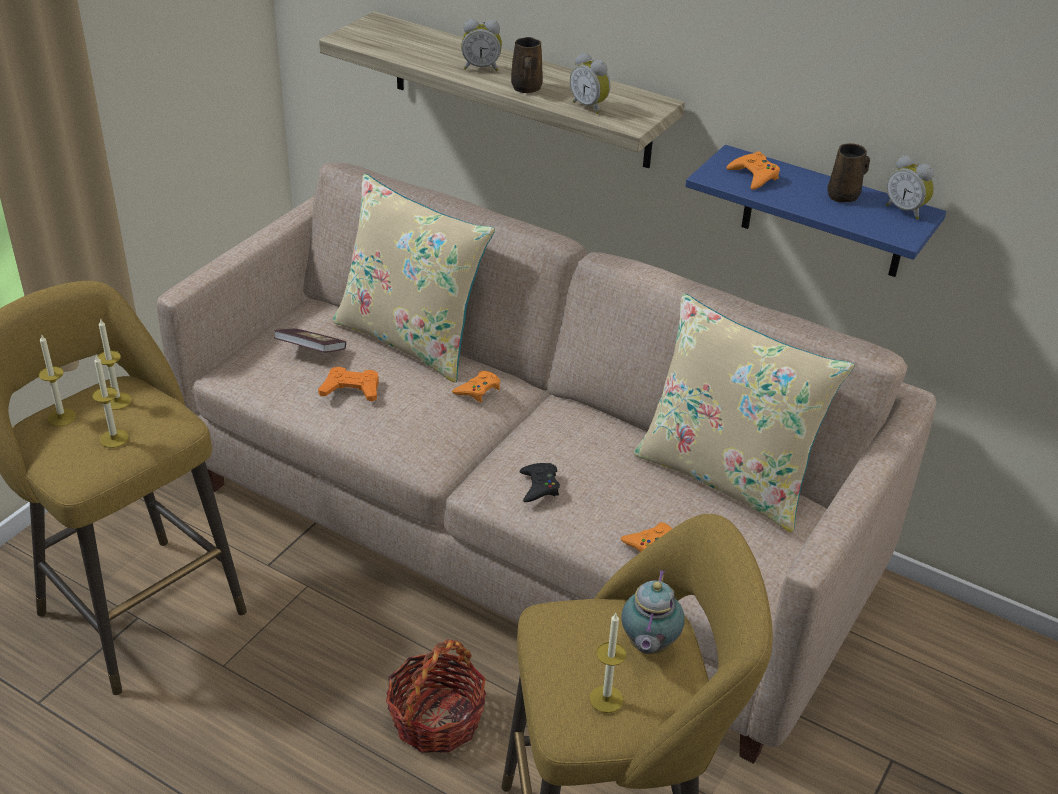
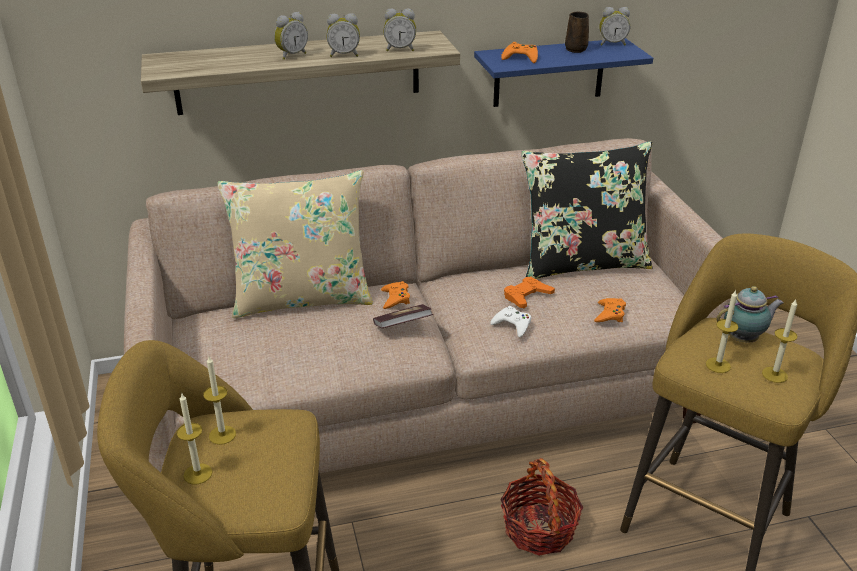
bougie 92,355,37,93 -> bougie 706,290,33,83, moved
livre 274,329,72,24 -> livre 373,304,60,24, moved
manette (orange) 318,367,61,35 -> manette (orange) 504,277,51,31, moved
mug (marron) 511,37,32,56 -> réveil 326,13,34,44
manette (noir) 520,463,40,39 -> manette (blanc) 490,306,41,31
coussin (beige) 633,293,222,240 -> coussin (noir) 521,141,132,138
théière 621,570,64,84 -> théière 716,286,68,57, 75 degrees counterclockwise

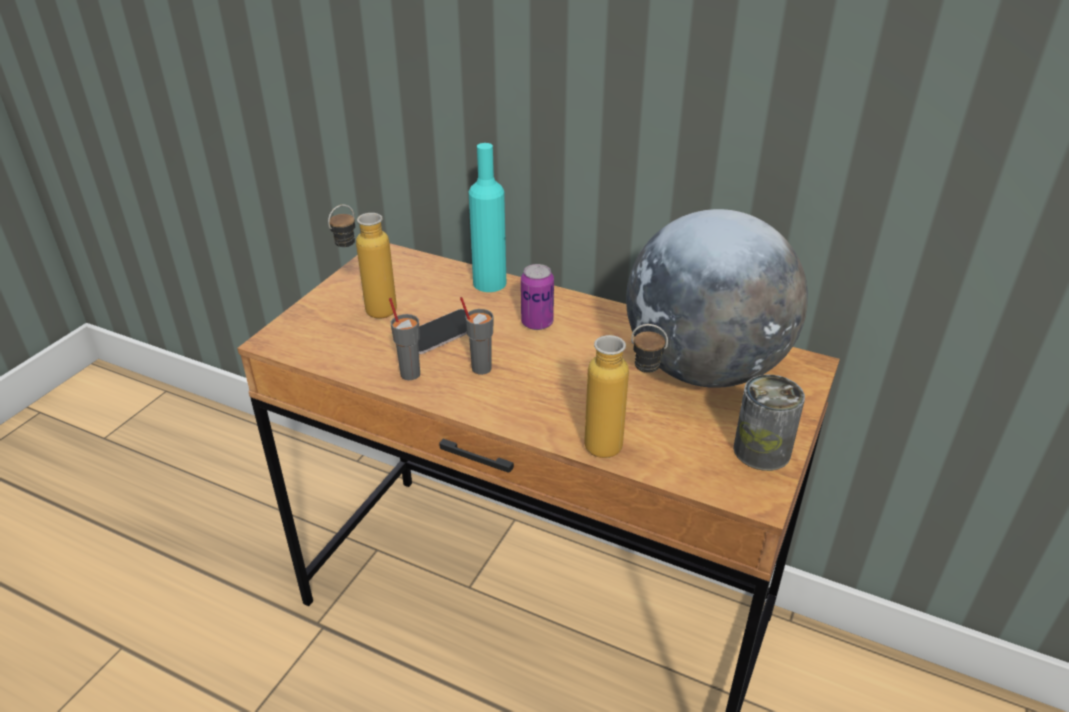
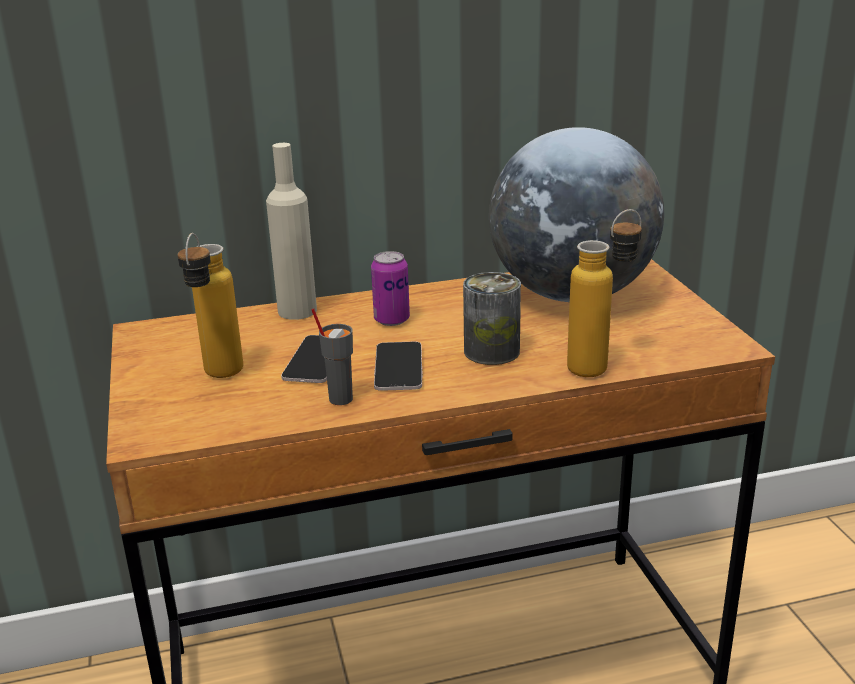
boîte métallique 733,375,72,96 -> boîte métallique 463,272,58,93, moved
tasse (gris) 460,297,34,78 -> téléphone 374,341,49,50
bouteille (turquoise) 469,143,37,149 -> bouteille (beige) 266,143,51,177

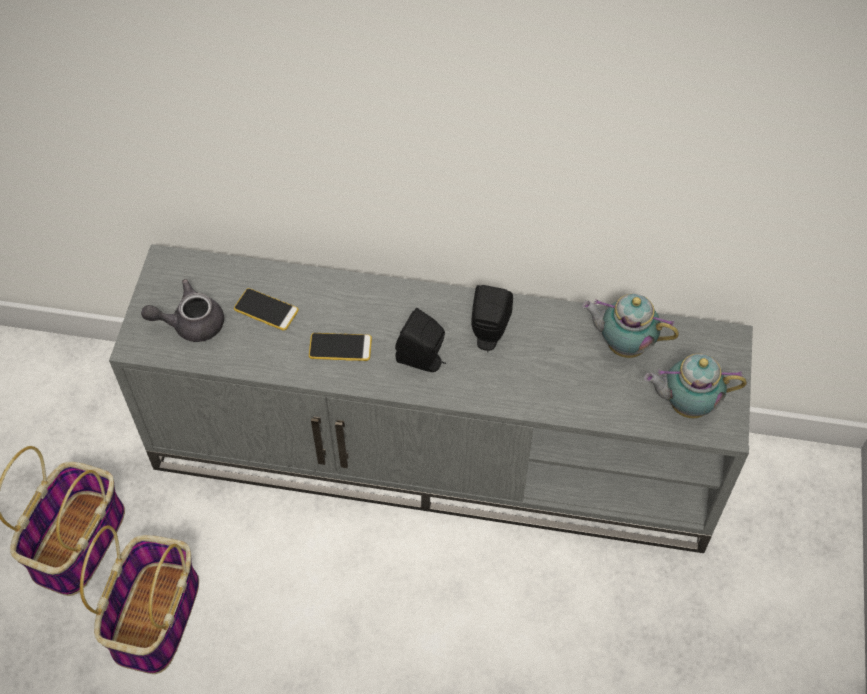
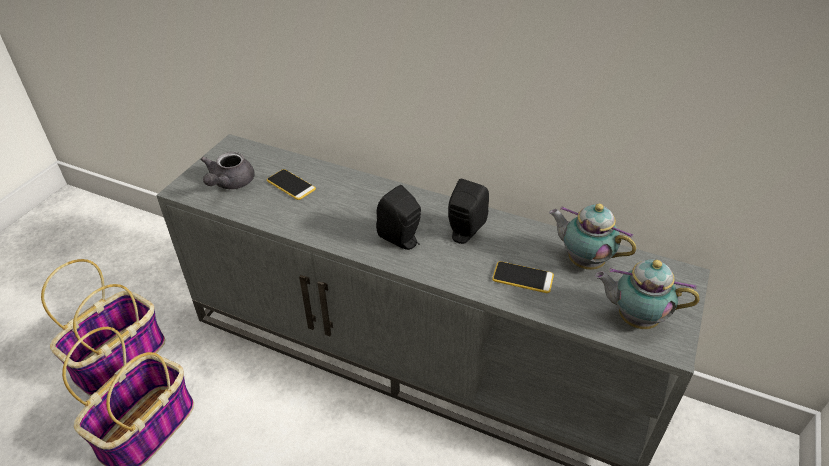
téléphone 309,333,63,28 -> téléphone 492,261,62,32, moved
théière (gris) 141,279,83,63 -> théière (gris) 201,152,54,37, 75 degrees counterclockwise

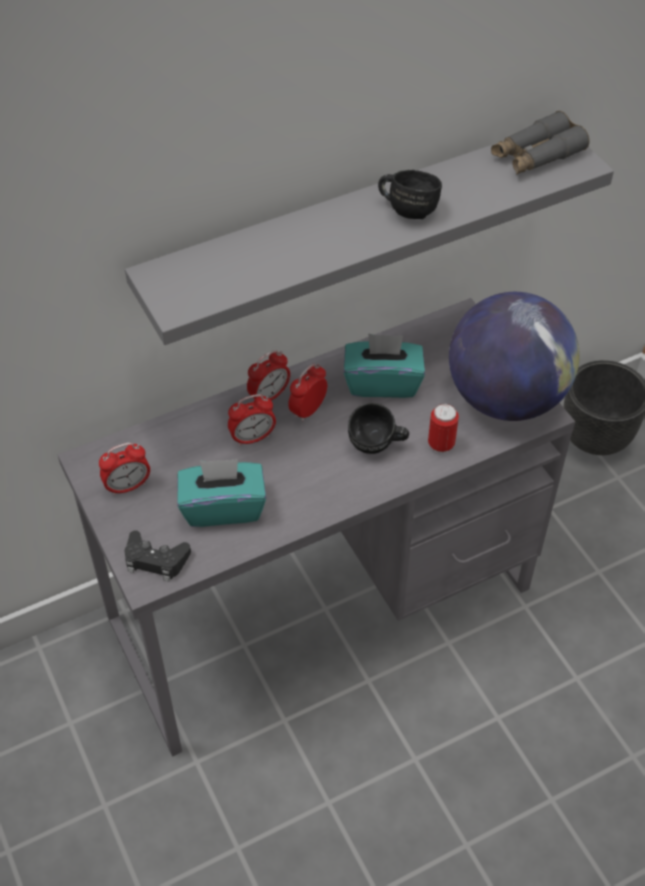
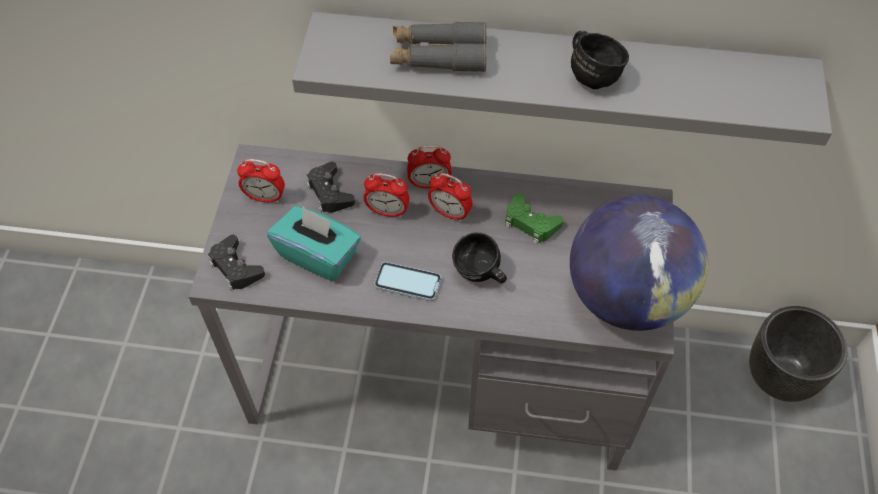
boîte métallique 428,404,31,49 -> none
none -> manette (noir) 306,162,49,51
none -> téléphone 374,262,67,39
jumelles (gris) 491,111,98,64 -> jumelles (gris) 390,21,97,51, moved
boîte à mouchoirs (turquoise) 344,333,81,65 -> manette (vert) 505,193,59,51
réveil 288,364,39,58 -> réveil 428,173,44,49, 135 degrees counterclockwise

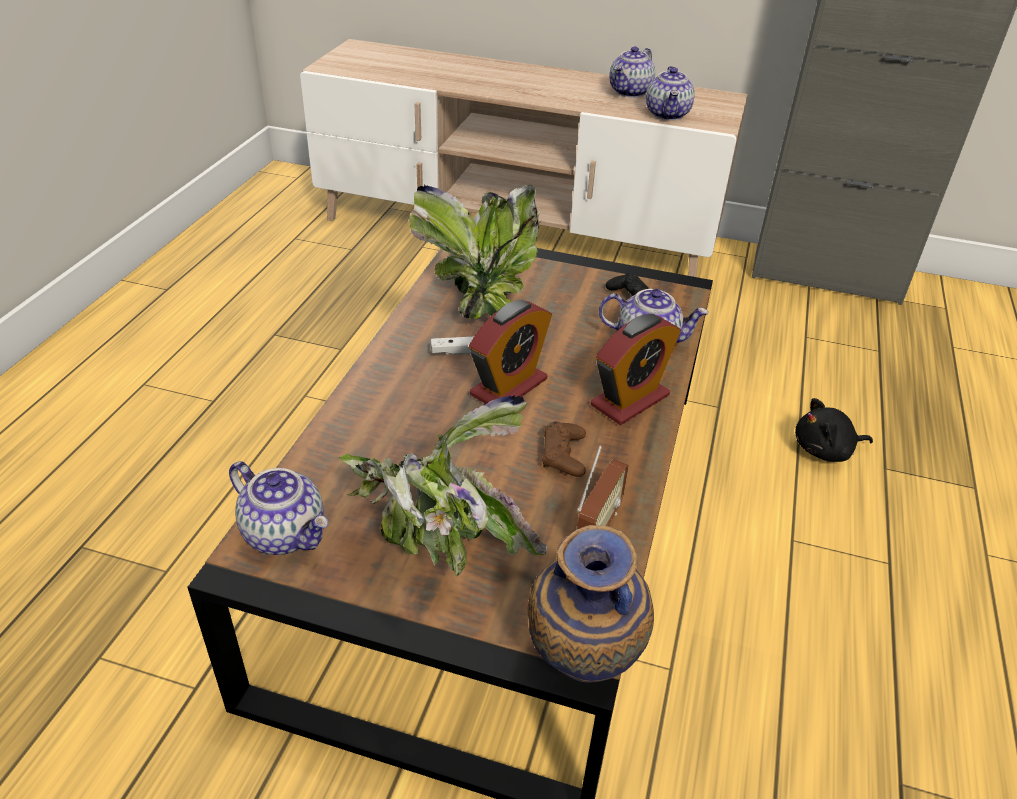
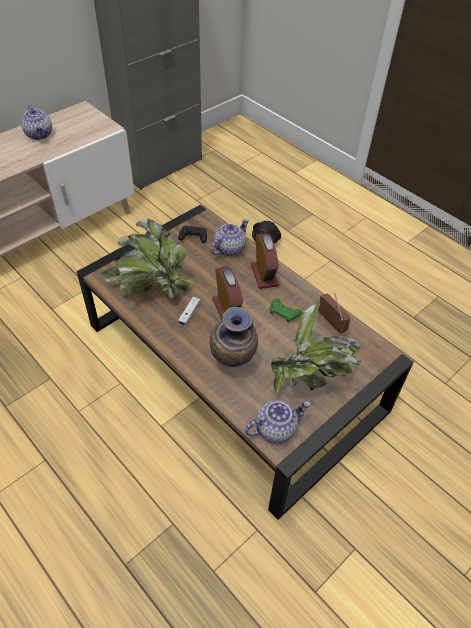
théière 646,66,49,54 -> none
vase 528,525,126,157 -> vase 210,307,48,60, moved
manette (marron) 542,421,44,56 -> manette (vert) 270,298,32,25

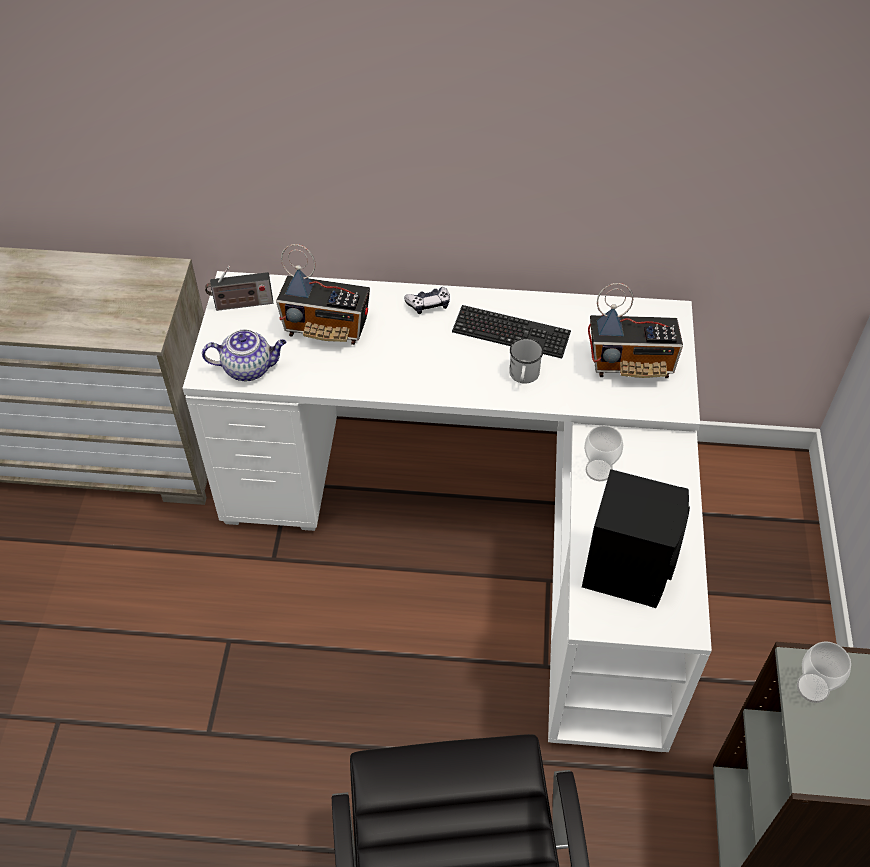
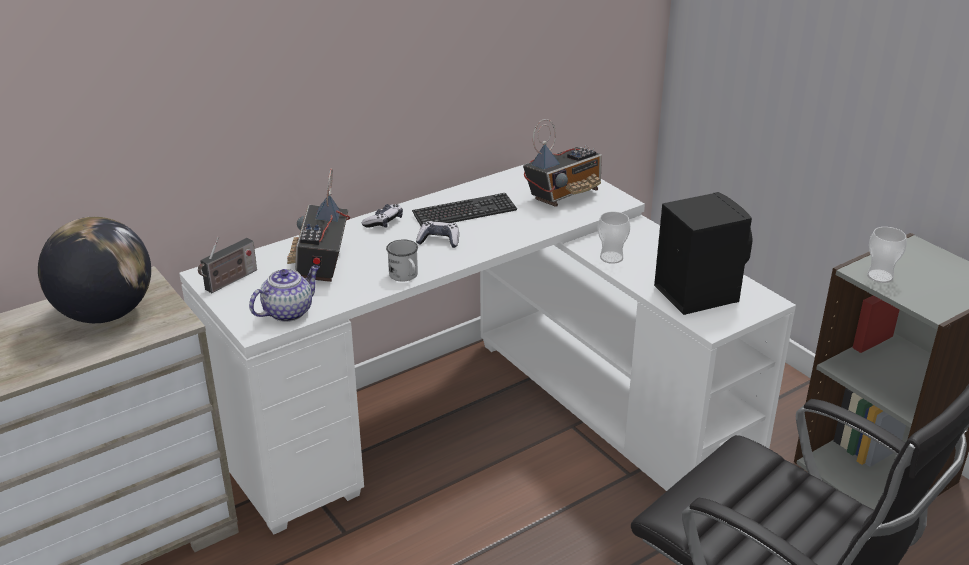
none -> globe 38,217,113,106
none -> manette 416,221,43,27
mug (blanc) 509,338,34,46 -> mug (blanc) 386,239,32,43, moved
radio 276,244,94,101 -> radio 287,168,63,114, 120 degrees clockwise

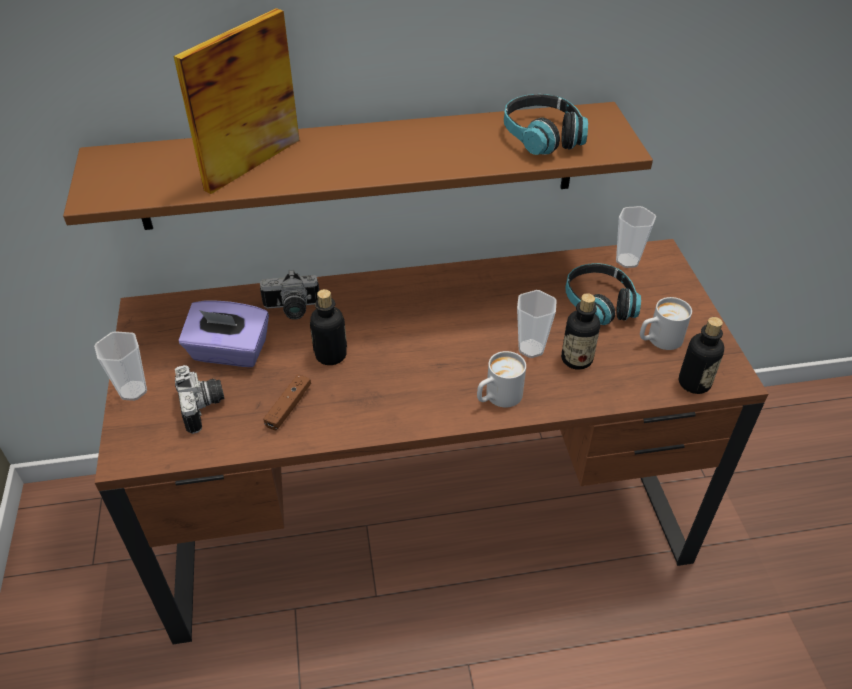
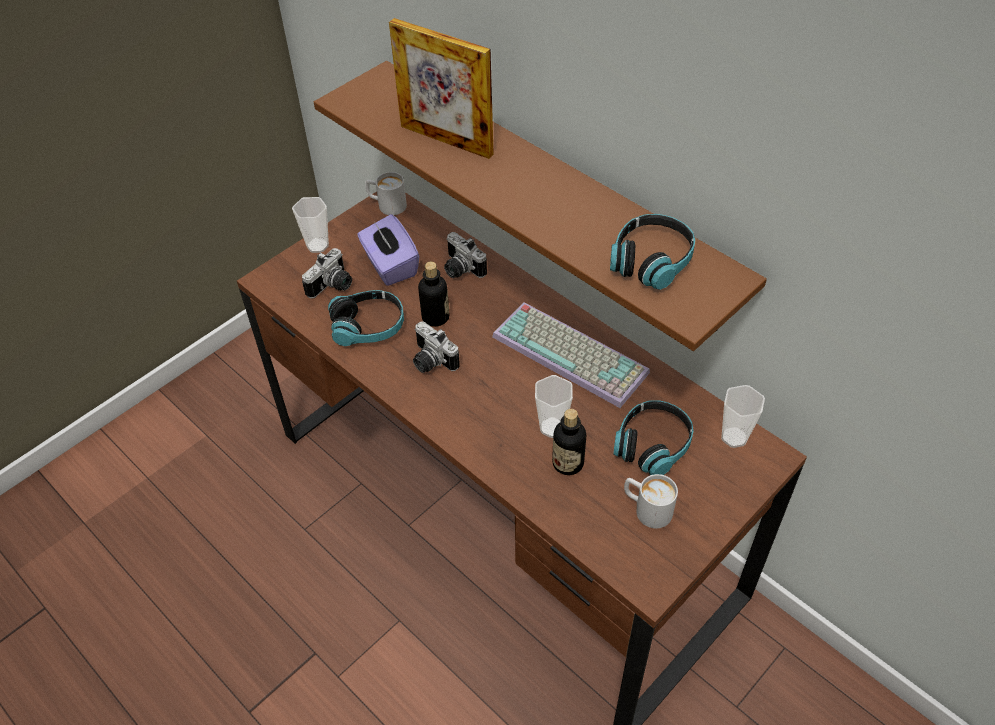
bouteille 679,317,46,77 -> none
none -> appareil photo 413,321,47,52
none -> clavier 492,302,158,106
mug (blanc) 477,351,49,57 -> mug (blanc) 365,172,42,43, moved
manette (marron) 263,374,48,56 -> casque audio 328,290,76,56
cadre photo 174,8,125,186 -> cadre photo 389,18,105,141, 150 degrees counterclockwise

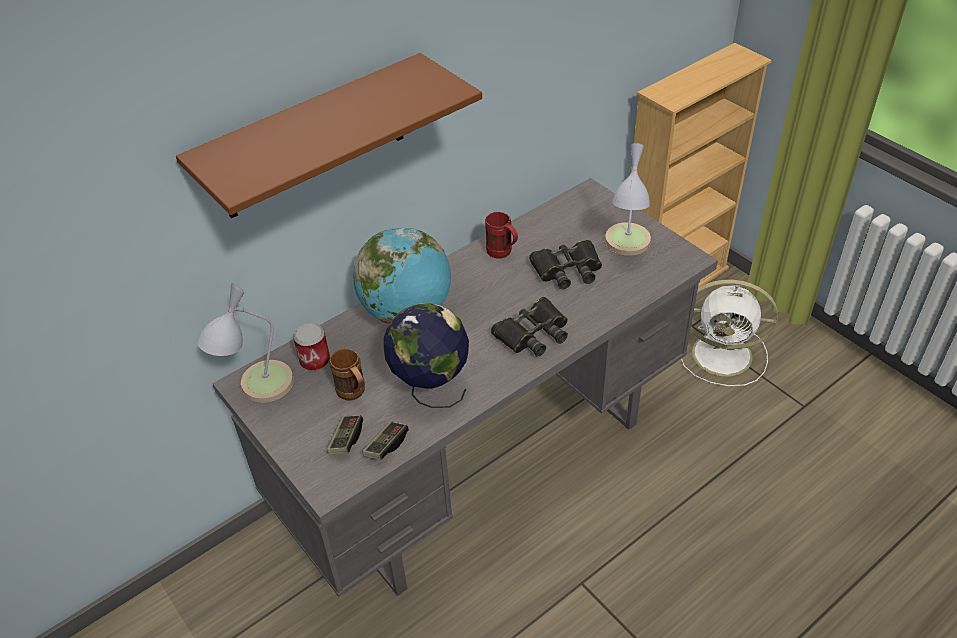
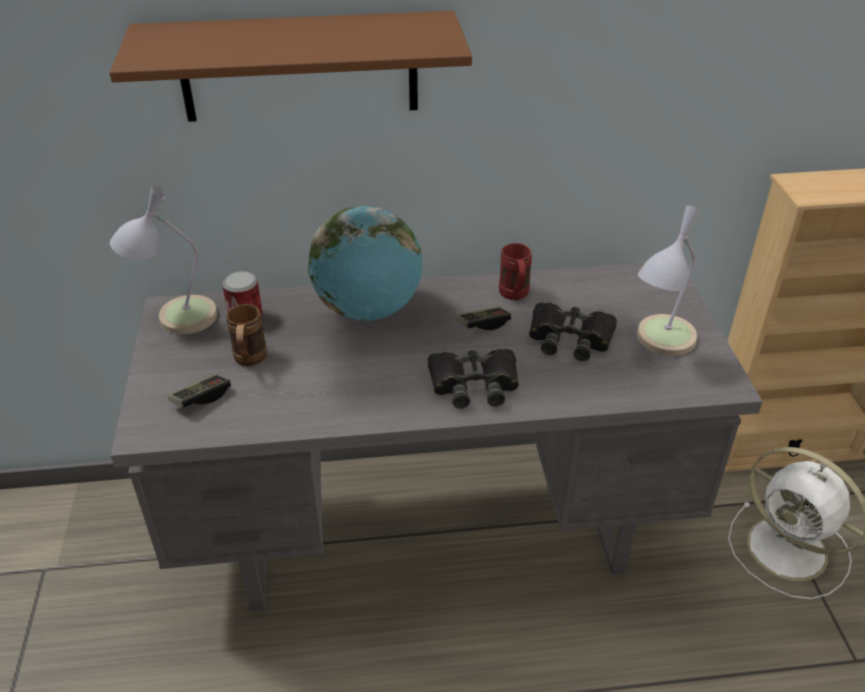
globe 384,303,85,105 -> none
manette 362,421,47,39 -> manette 456,306,55,24, moved

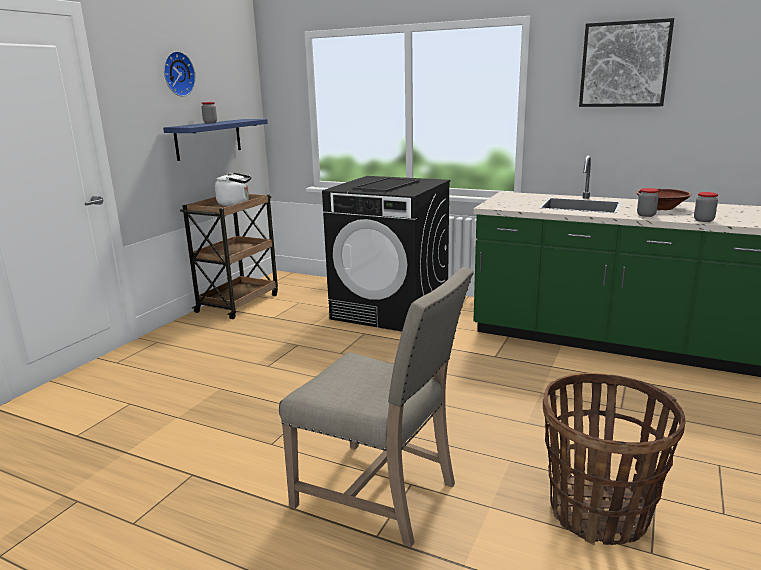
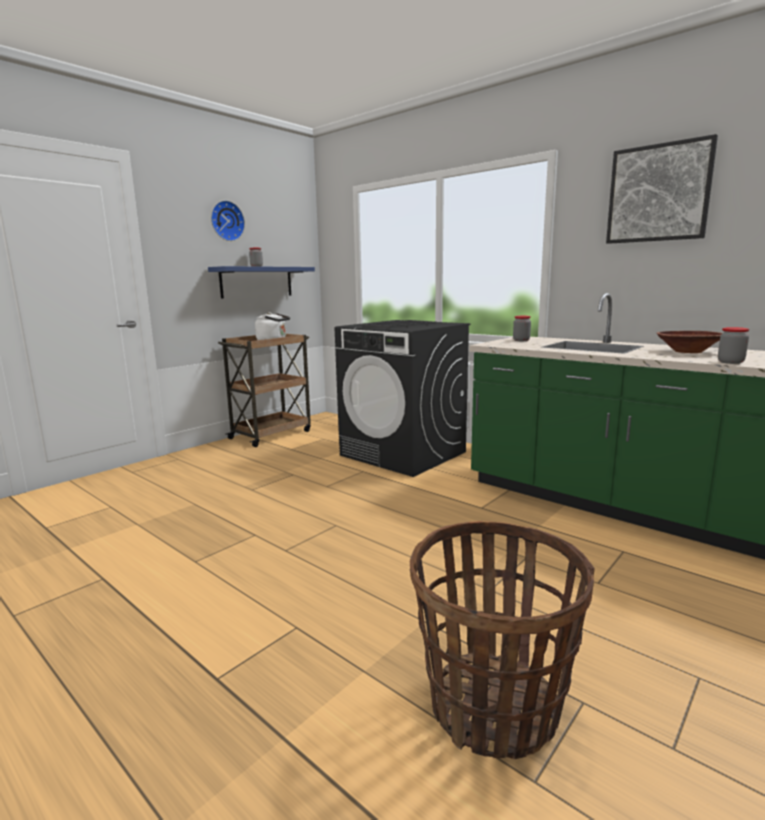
chaise (beige) 279,267,195,280 -> none
bocal 637,188,22,29 -> bocal 513,316,18,25, moved

